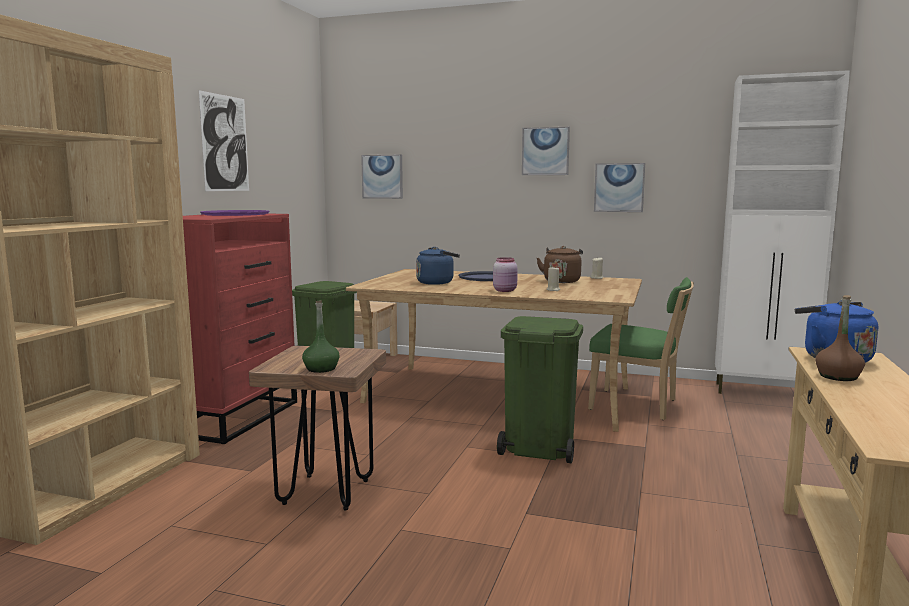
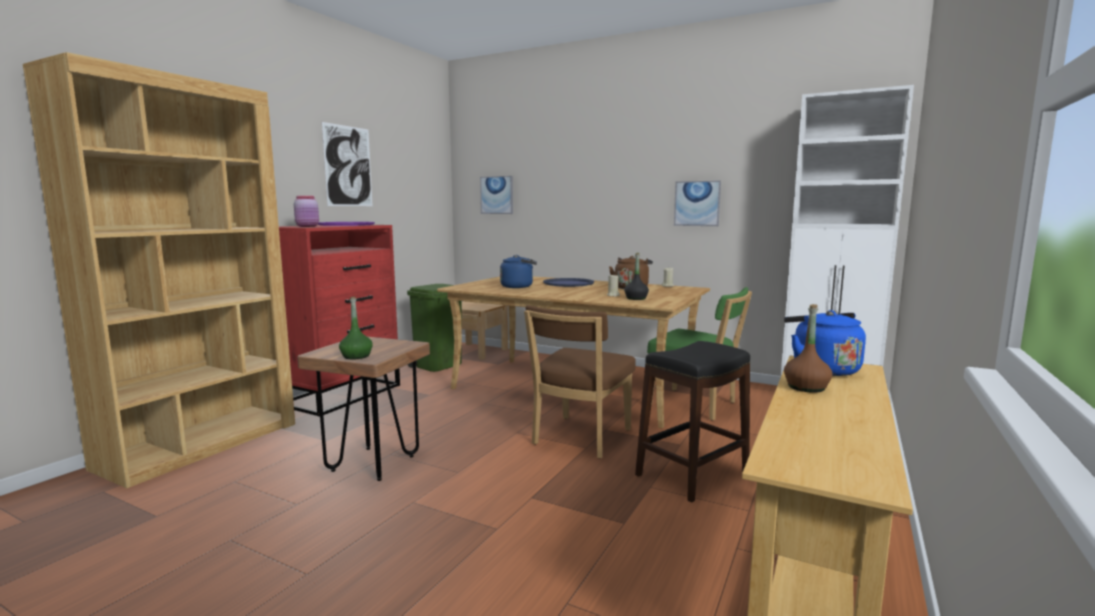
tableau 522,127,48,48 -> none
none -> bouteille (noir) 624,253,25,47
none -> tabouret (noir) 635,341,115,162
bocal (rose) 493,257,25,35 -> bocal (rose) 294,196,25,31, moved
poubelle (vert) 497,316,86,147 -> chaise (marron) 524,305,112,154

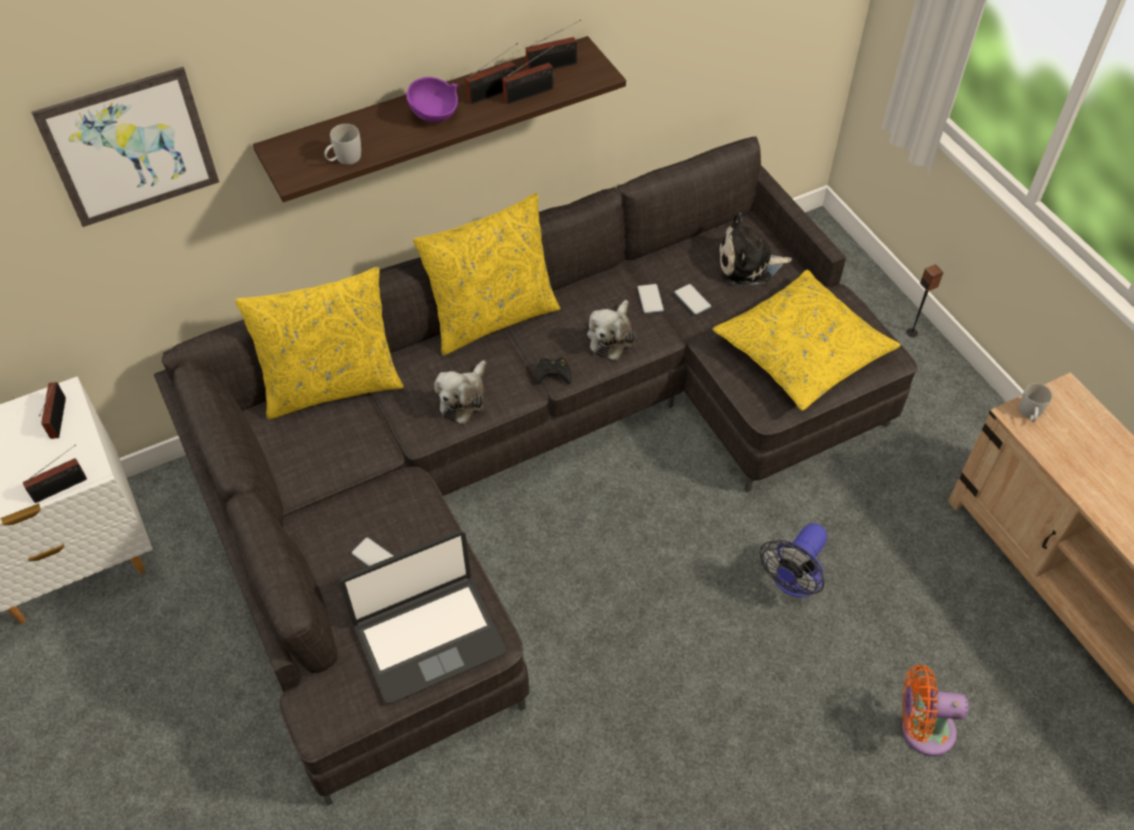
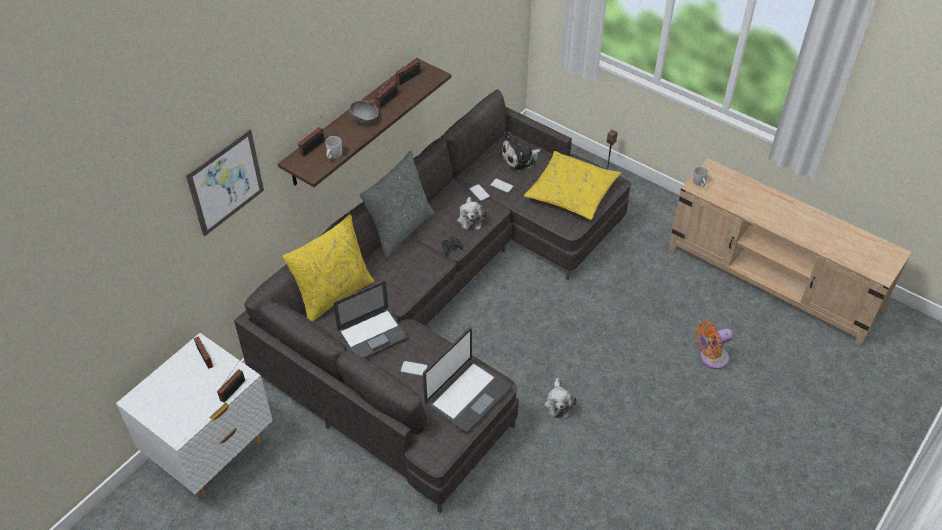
ventilateur 760,523,67,74 -> none
none -> ordinateur portable 333,280,75,79
peluche 434,360,52,64 -> peluche 544,377,33,41, moved
radio 502,44,54,60 -> radio 298,116,27,41, moved
bol (violet) 406,77,52,45 -> bol (gris) 349,100,29,24
coussin (jaune) 413,193,147,163 -> coussin (gris) 360,150,75,108

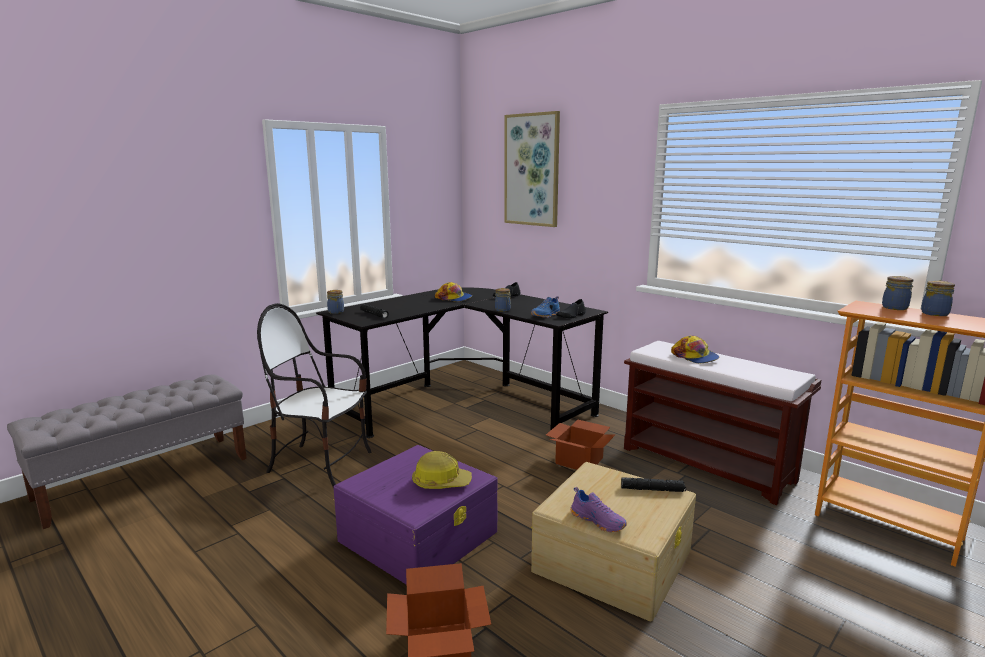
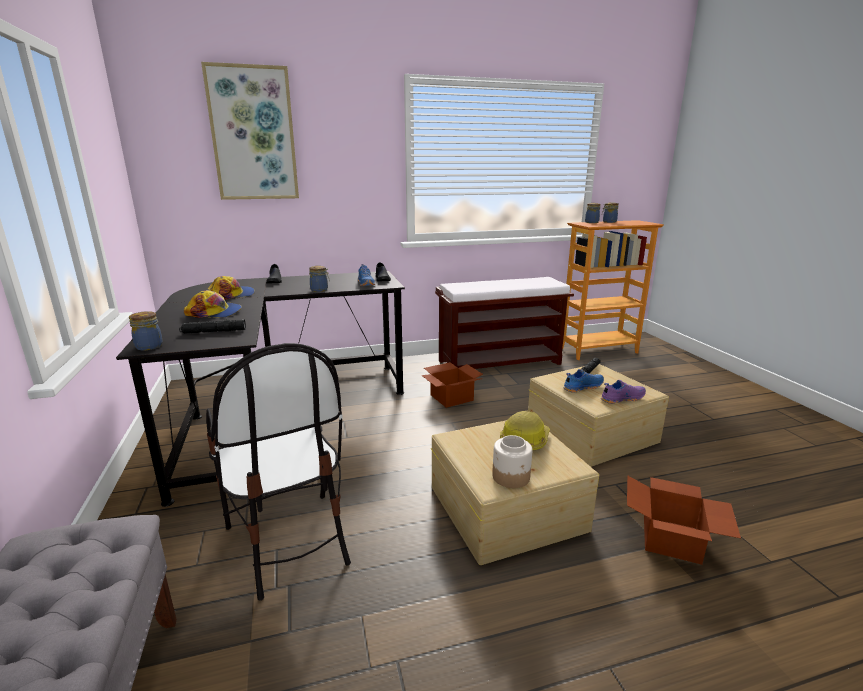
none -> bocal 492,435,40,53
none -> chaussure (bleu) 563,369,41,24
casquette 671,335,48,28 -> casquette 184,290,58,28, moved
boîte de rangement (violet) 333,445,164,140 -> boîte de rangement (beige) 431,421,168,144
chaise 257,303,114,183 -> chaise 206,343,145,258, 75 degrees counterclockwise

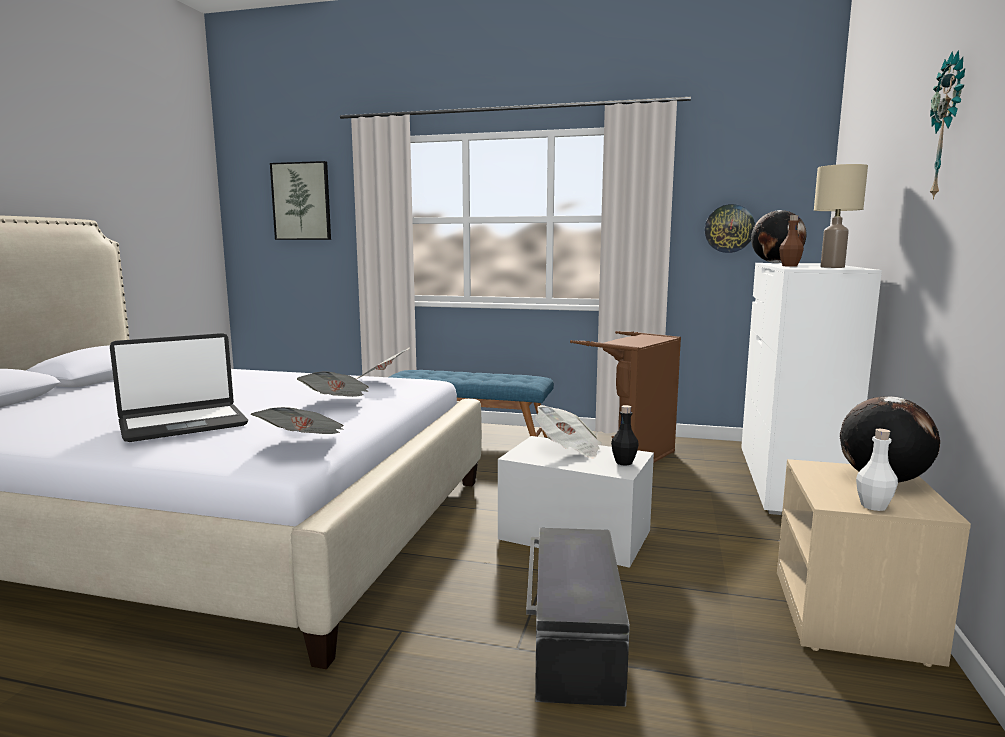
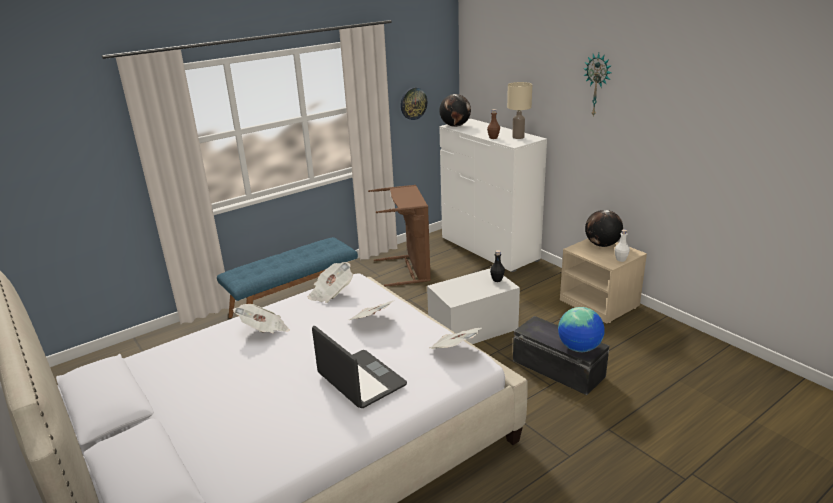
tableau 270,161,61,79 -> none
none -> globe 558,307,47,45
journal 535,405,67,54 -> journal 233,304,57,29, moved
ordinateur portable 110,333,138,109 -> ordinateur portable 312,326,95,82, 45 degrees counterclockwise

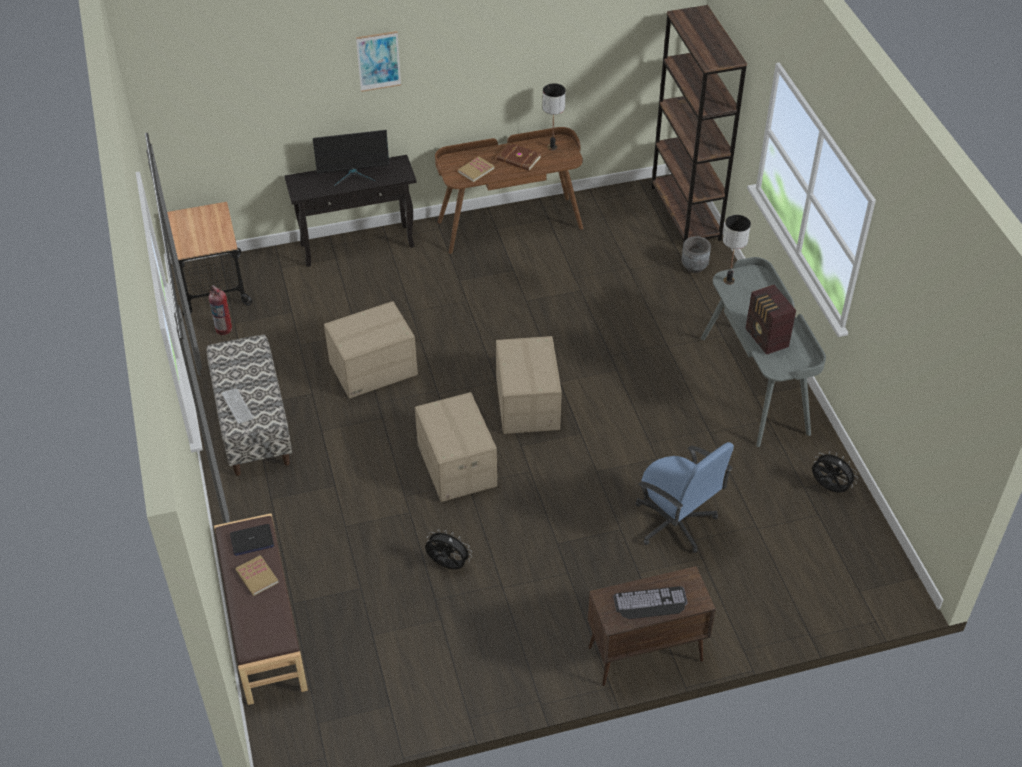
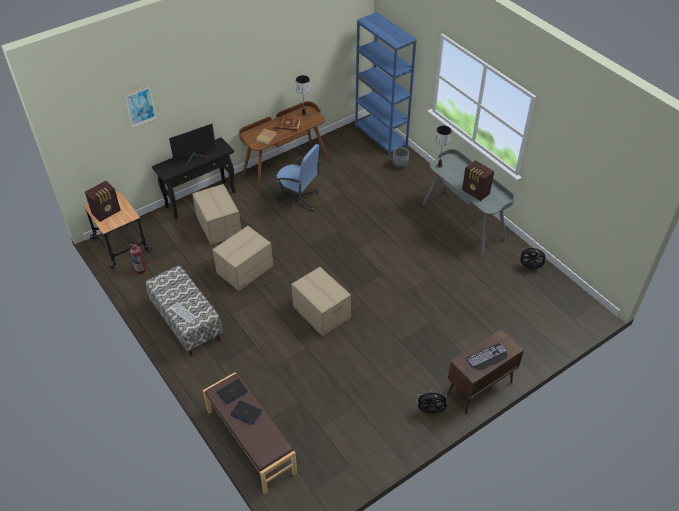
none -> radio 85,181,35,41
tableau 356,31,45,61 -> tableau 124,85,33,43, moved
ventilateur (noir) 425,529,47,40 -> ventilateur (noir) 416,392,32,21, moved
carton 496,336,66,98 -> carton 192,184,49,61, moved
chaise de bureau (bleu) 635,442,99,111 -> chaise de bureau (bleu) 275,144,45,69, moved
livre 235,555,44,41 -> ordinateur portable 231,400,31,25
bibliothèque (marron) 651,5,96,239 -> bibliothèque (bleu) 355,12,62,144

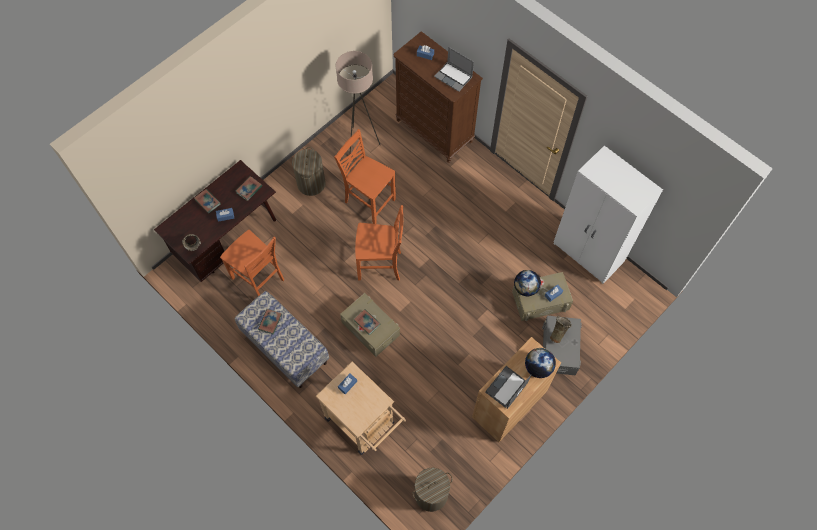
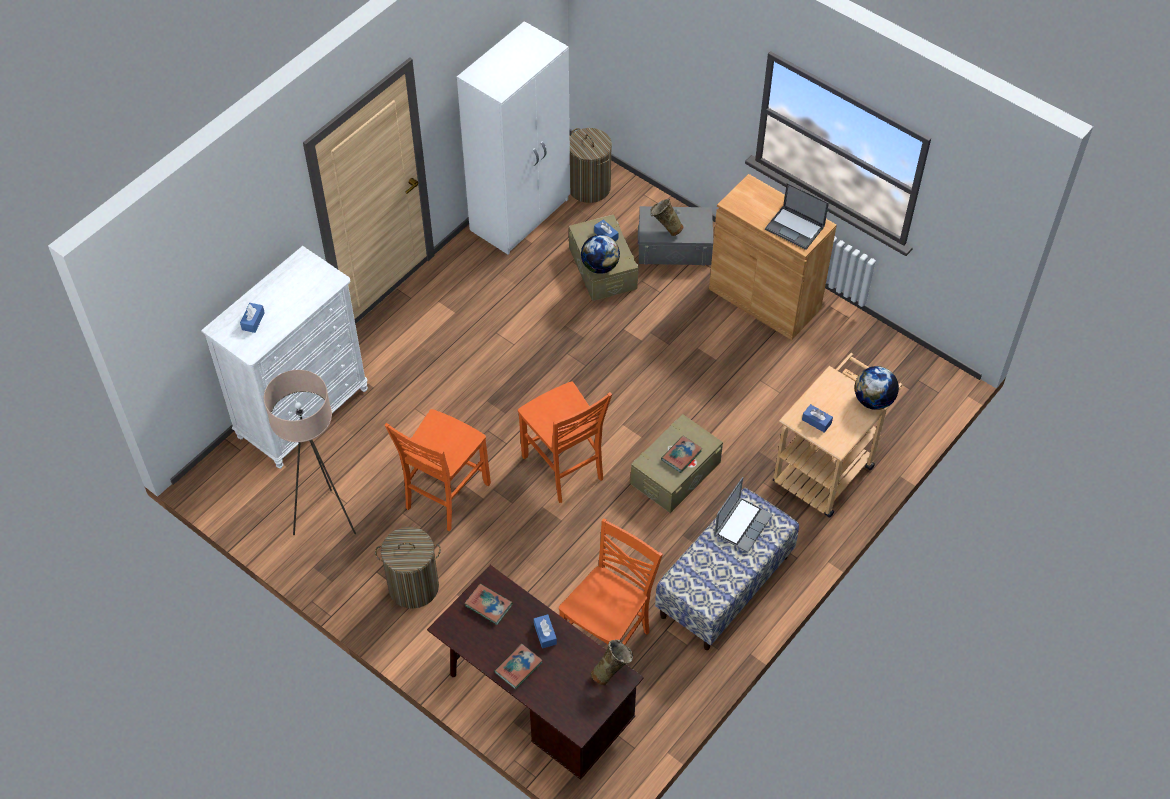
livre 258,309,24,25 -> none
panier à linge 412,467,41,45 -> panier à linge 570,128,42,75, moved
ordinateur portable 434,47,40,45 -> ordinateur portable 714,477,59,76, moved
globe 525,348,31,30 -> globe 855,366,44,44, moved
commode (marron) 394,31,89,132 -> commode (blanc) 201,246,167,223
chaise (orange) 355,205,48,76 -> chaise (orange) 518,381,94,122, 150 degrees clockwise

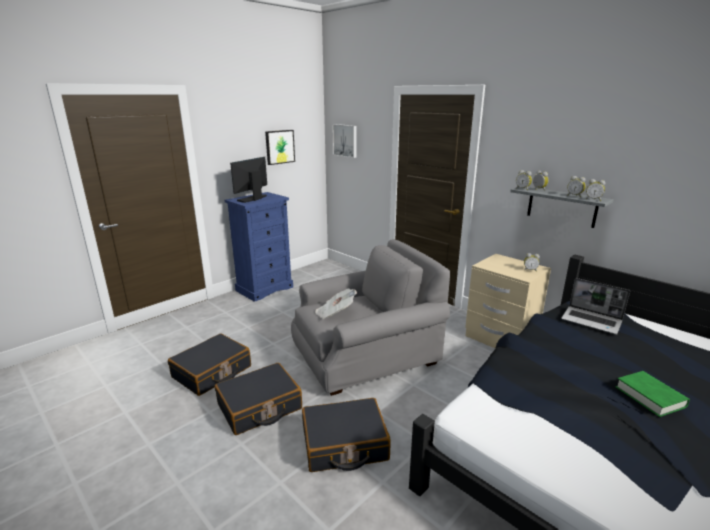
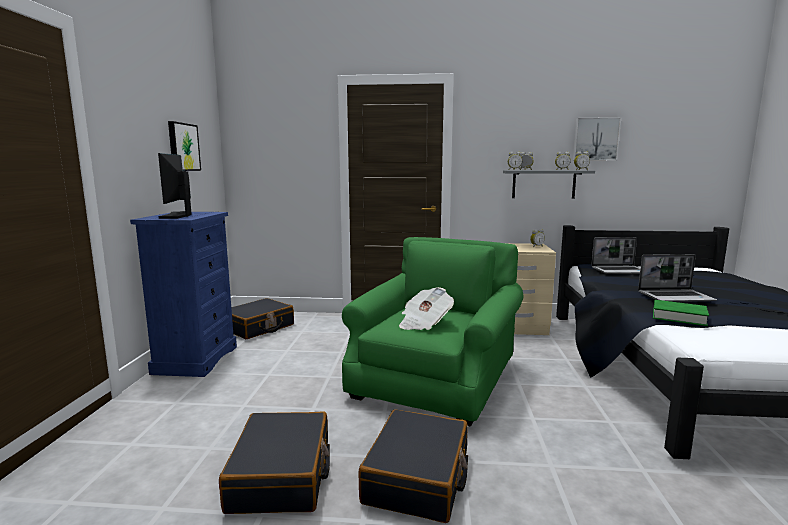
none -> ordinateur portable 638,254,79,48
valise (noir) 302,398,89,74 -> valise (noir) 231,298,63,41, moved
tableau 332,124,24,34 -> tableau 573,117,48,44, moved
livre (vert) 616,371,74,46 -> livre (vert) 653,300,56,26, moved
fauteuil (gris) 291,239,159,157 -> fauteuil (vert) 342,237,181,189

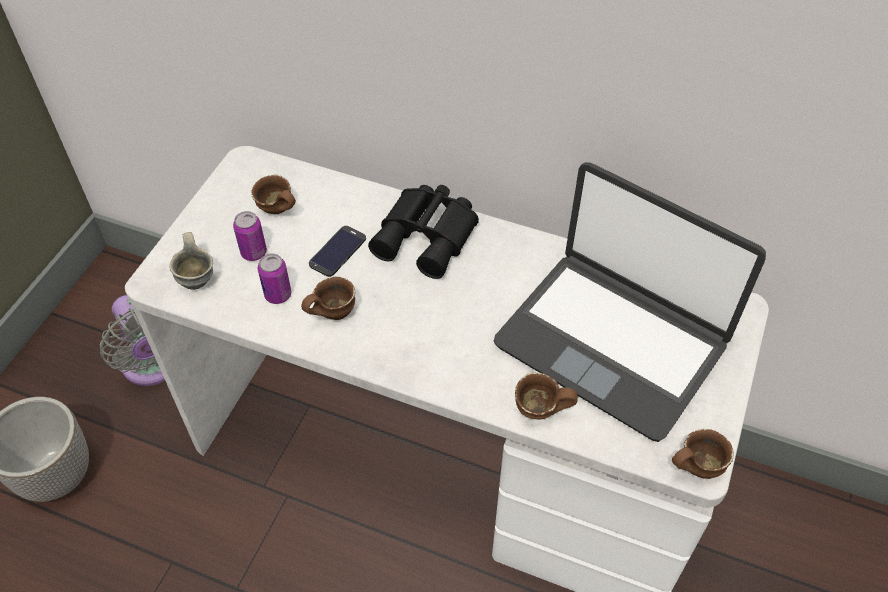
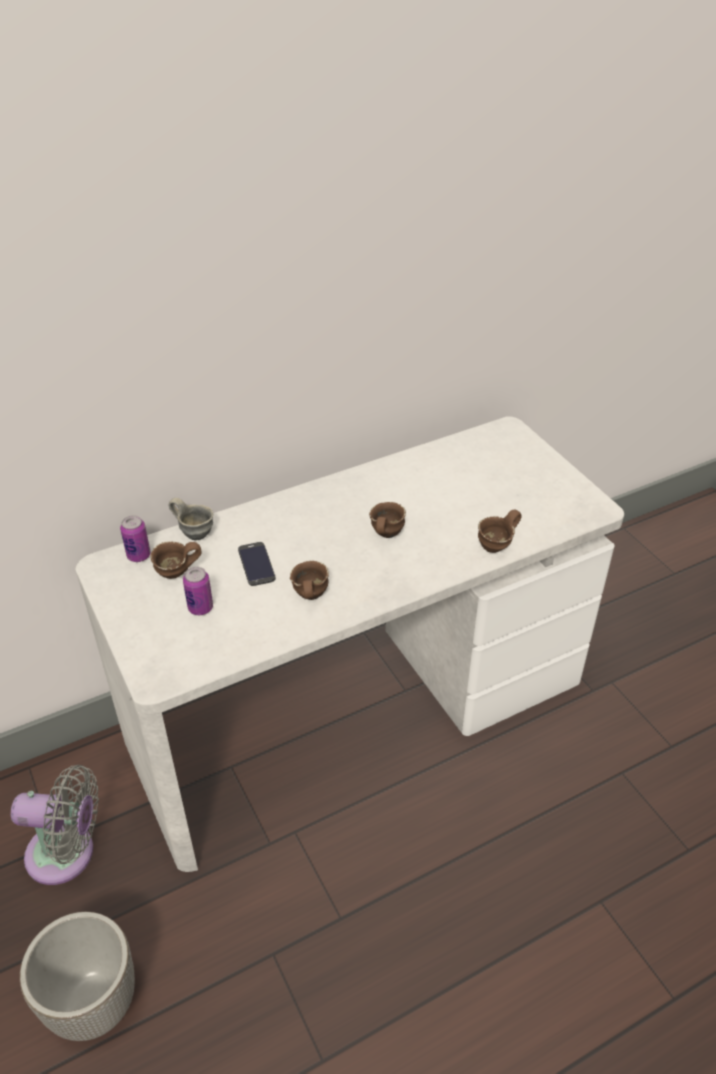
jumelles (noir) 368,185,111,94 -> none
ordinateur portable 494,162,272,280 -> none
mug (gris) 169,232,44,58 -> mug (gris) 169,498,45,42, moved
boîte métallique 258,254,33,50 -> boîte métallique 120,515,31,47, moved
mug (marron) 672,429,62,50 -> mug (marron) 369,502,37,36, moved

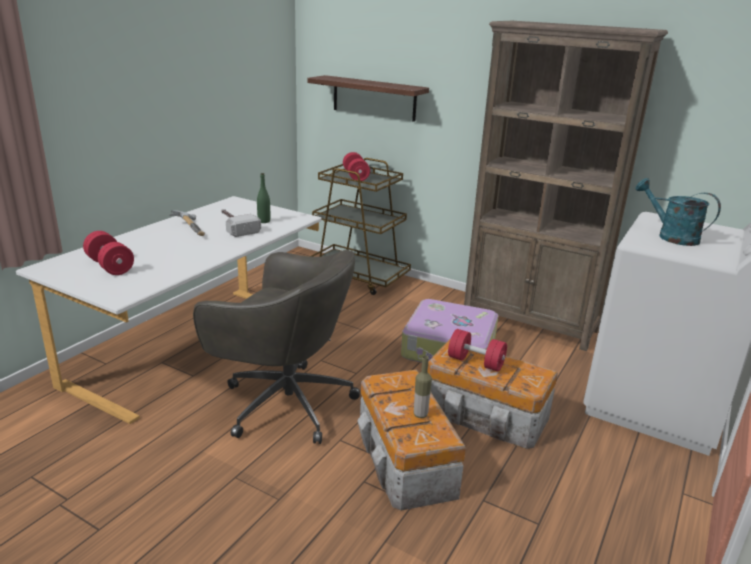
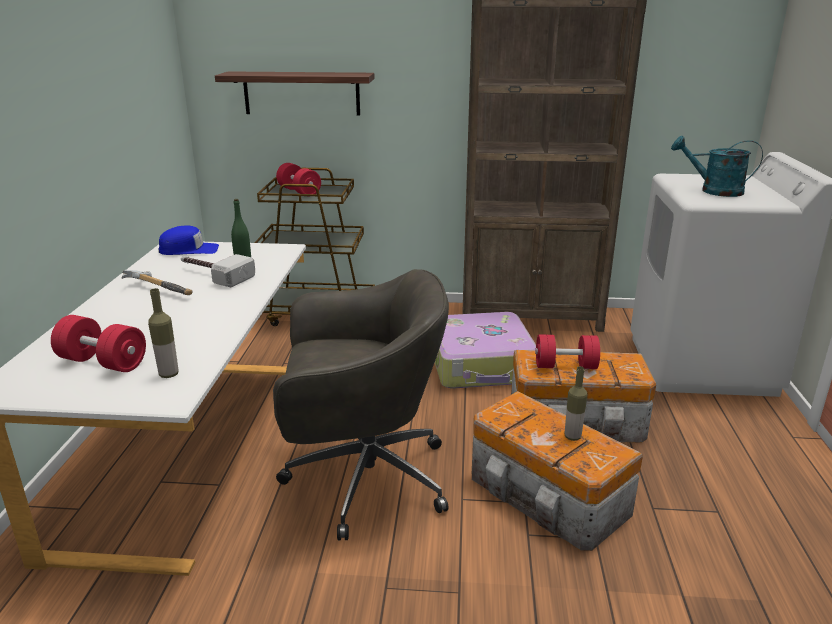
none -> bouteille 148,288,30,90
none -> casquette (bleu) 159,225,60,30

